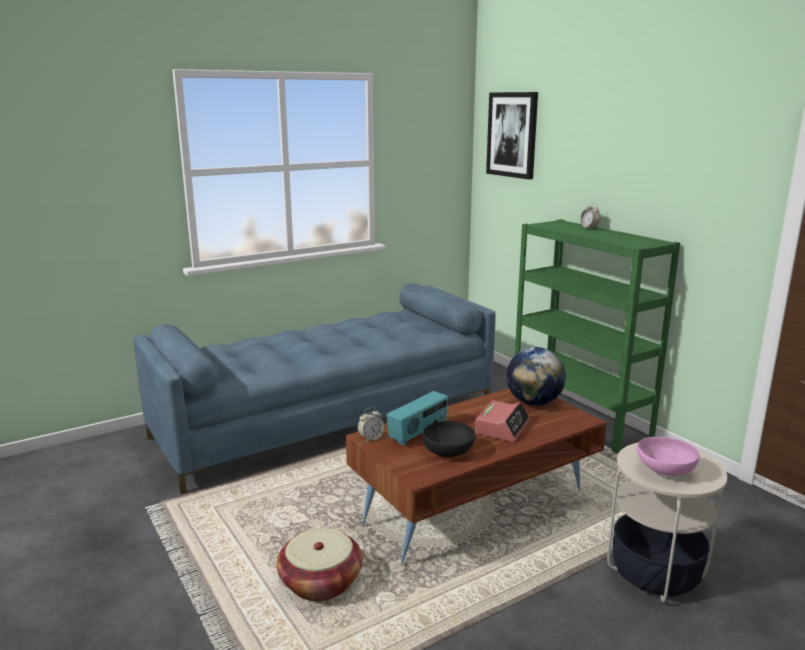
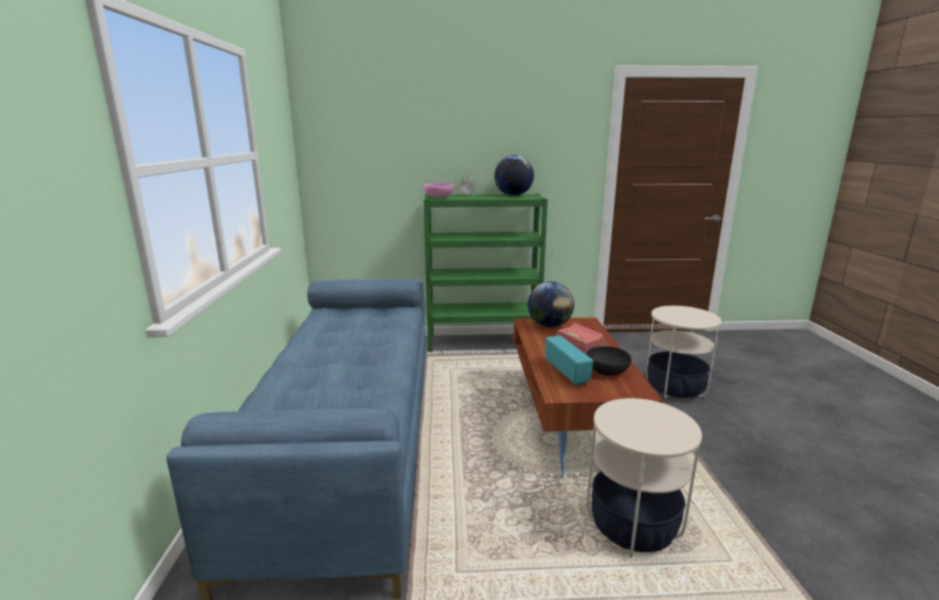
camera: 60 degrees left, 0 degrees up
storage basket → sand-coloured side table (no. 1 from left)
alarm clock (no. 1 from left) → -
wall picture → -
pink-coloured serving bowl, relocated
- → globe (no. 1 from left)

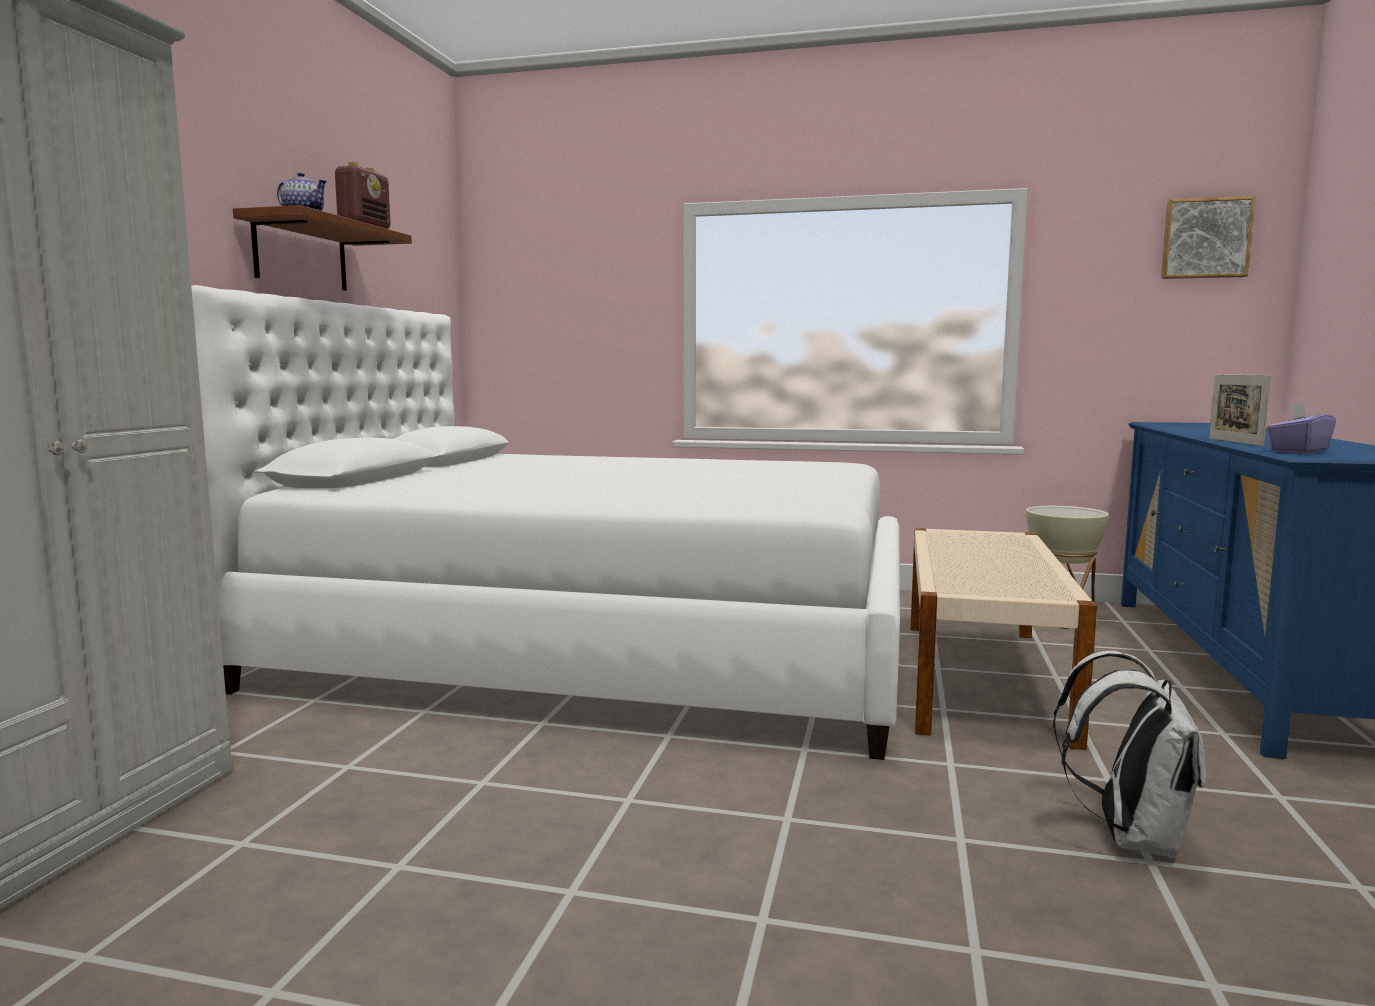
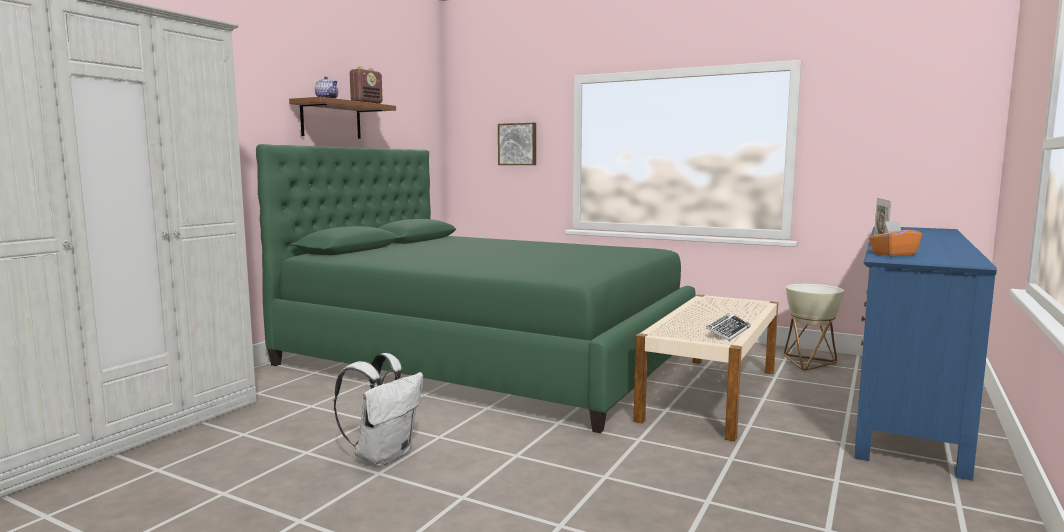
camera: 15 degrees right, 0 degrees up
whitish sleeping bed → green sleeping bed
whitish rucksack, relocated
wall picture, relocated
purple tissue holder → orangey tissue holder
- → PC keyboard

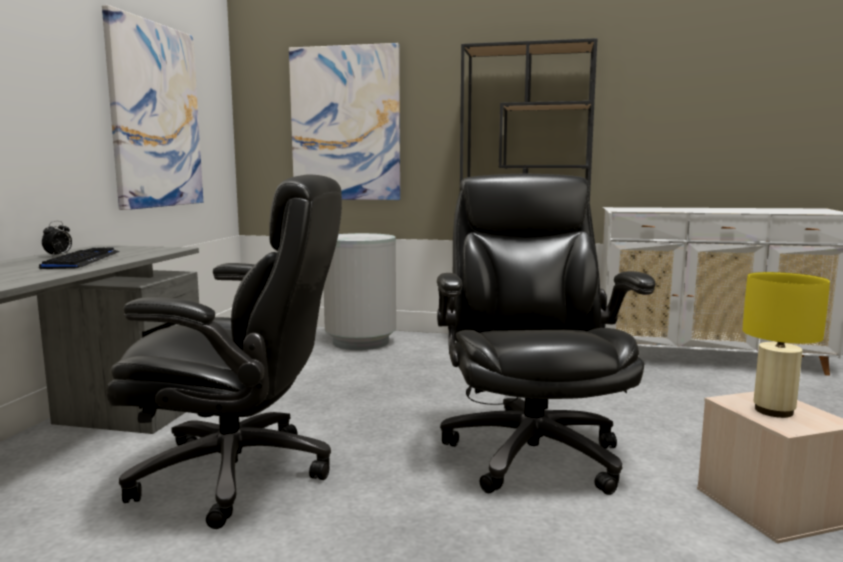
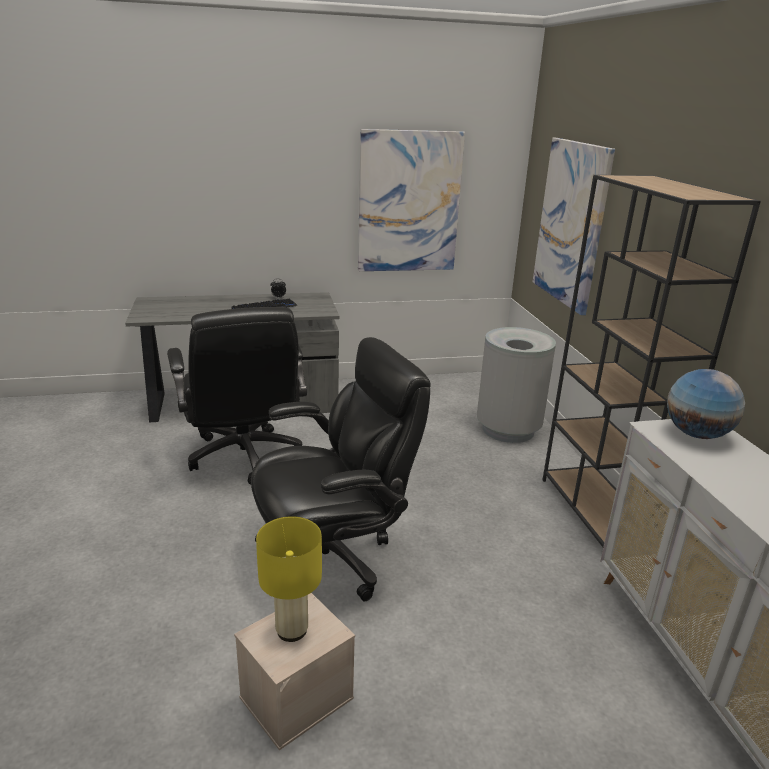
camera: 65 degrees right, 15 degrees up
- → globe

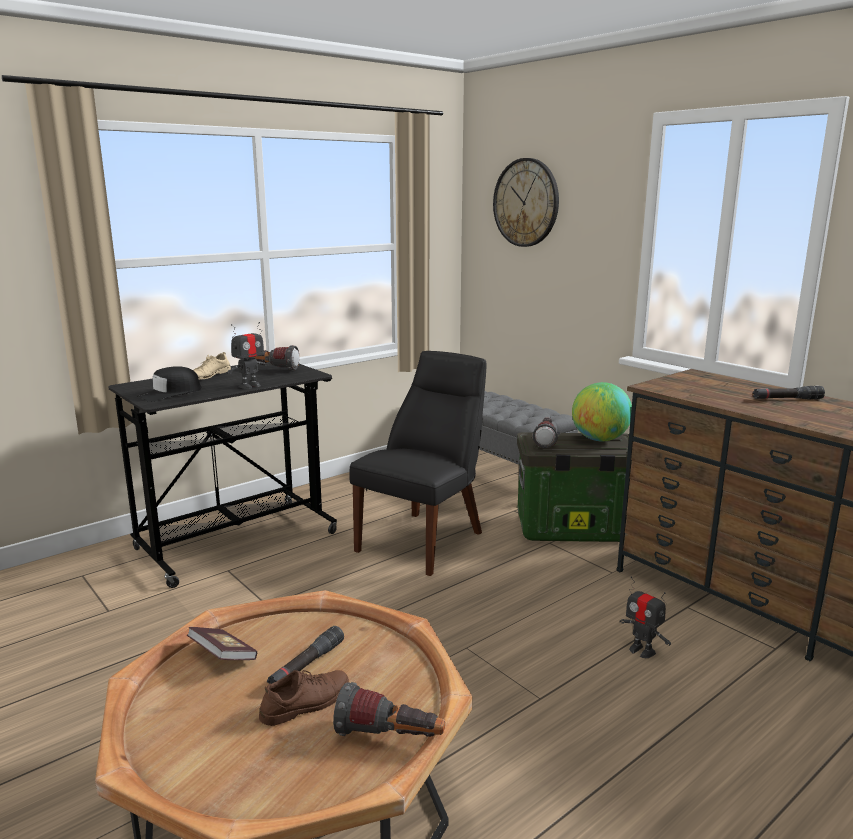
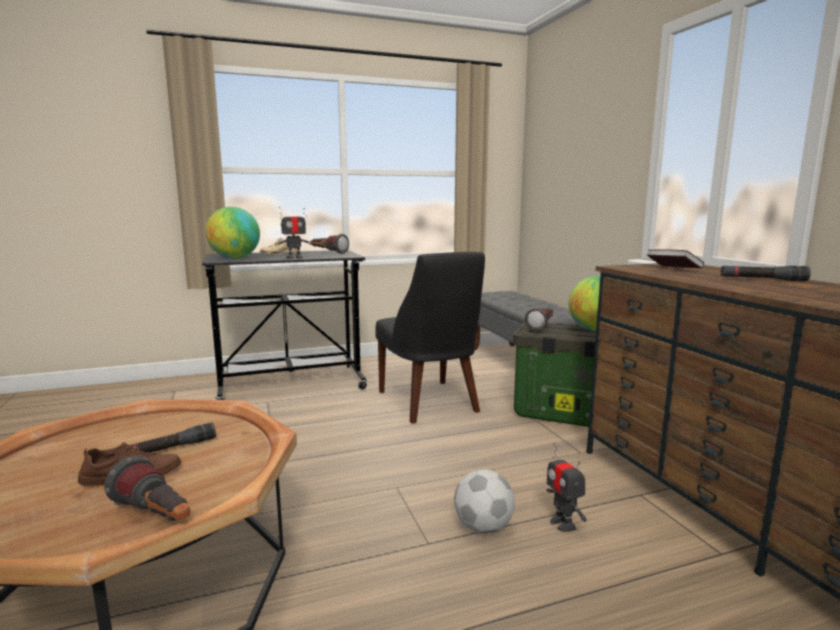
camera: 20 degrees right, 5 degrees down
black baseball cap → globe (no. 1 from left)
bound book, relocated
black chair, 105 degrees clockwise
hanging clock → -
- → football ball

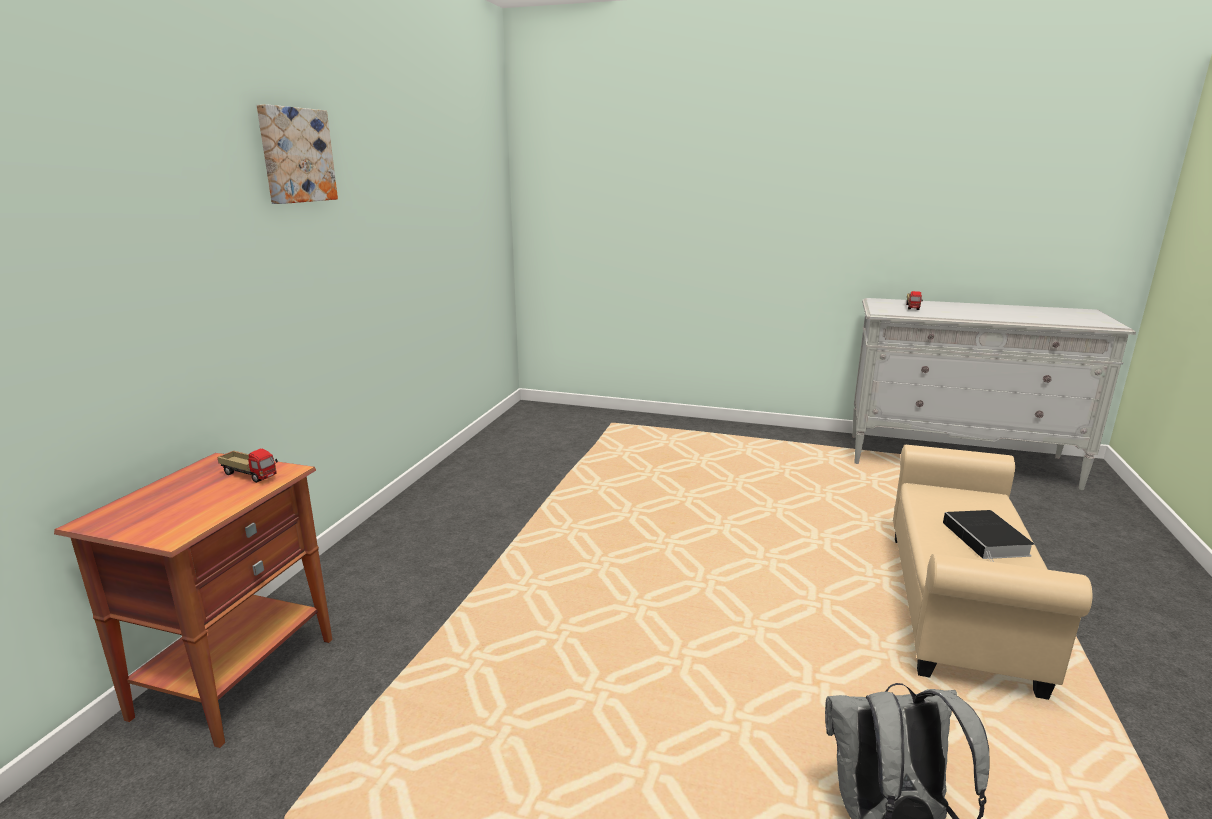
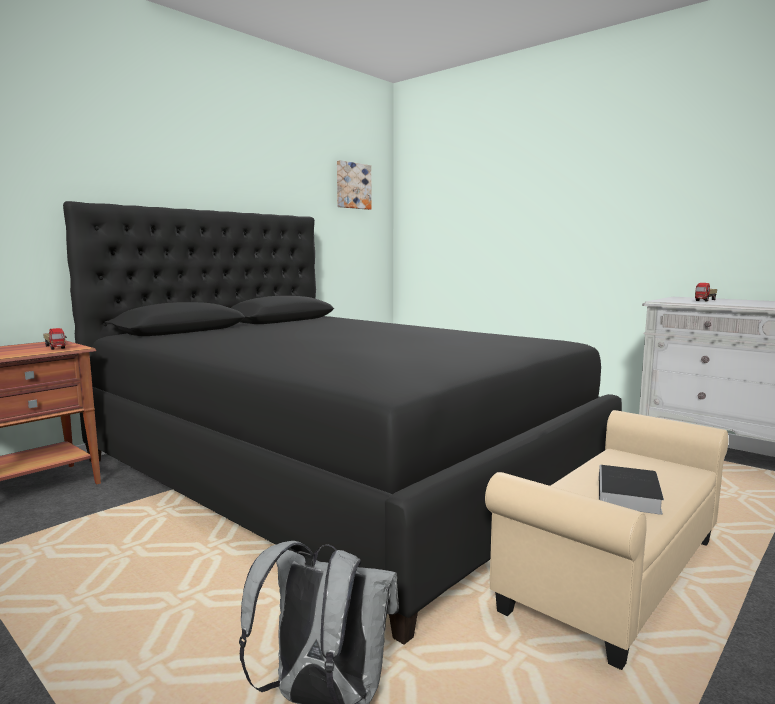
camera: 25 degrees right, 10 degrees down
wall picture, relocated
- → black sleeping bed

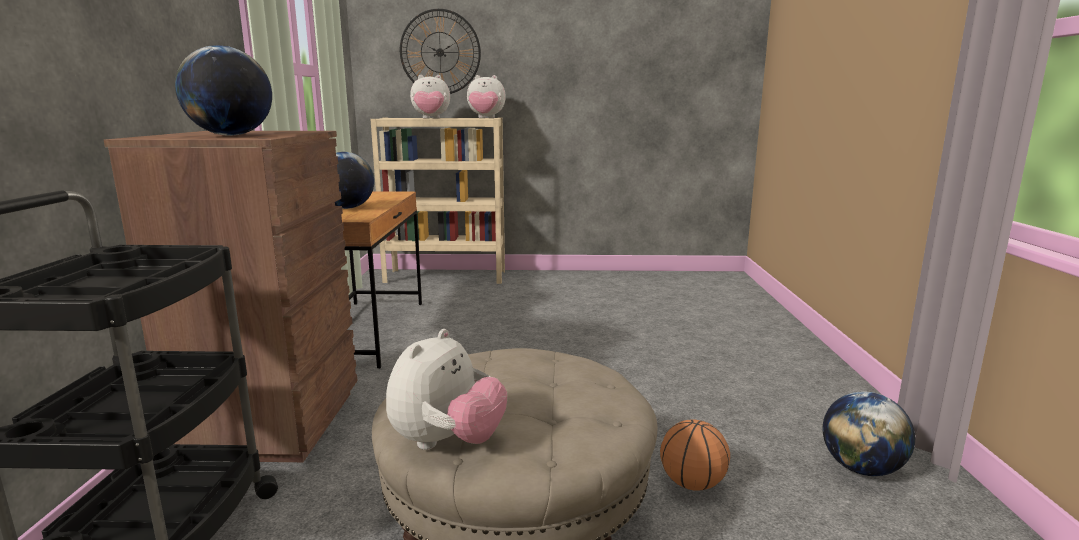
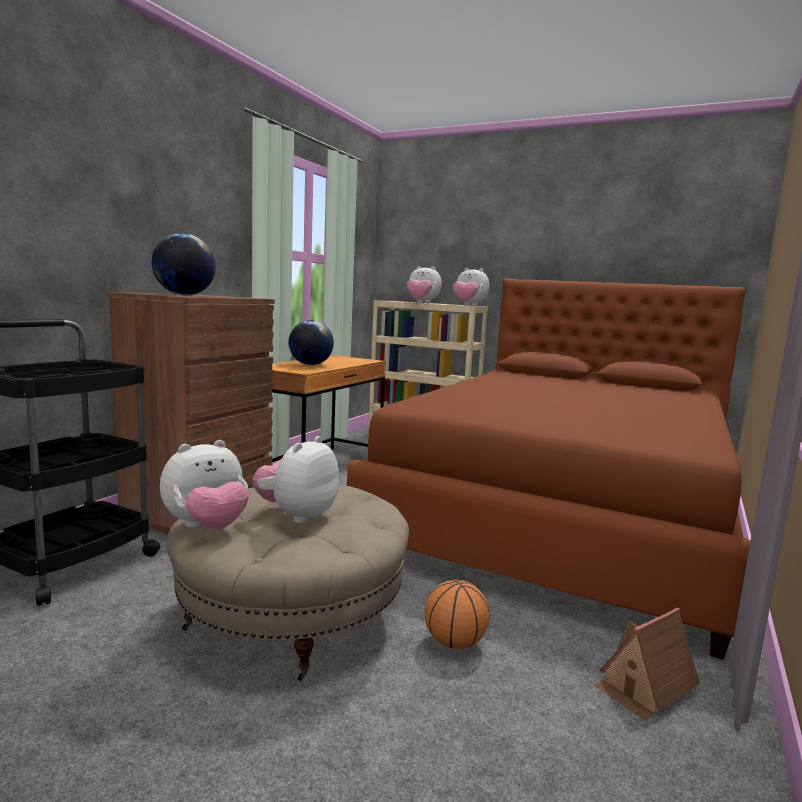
camera: 25 degrees right, 5 degrees down
hanging clock → -
globe (no. 3 from left) → toy house
- → plush toy (no. 2 from left)
- → brown sleeping bed

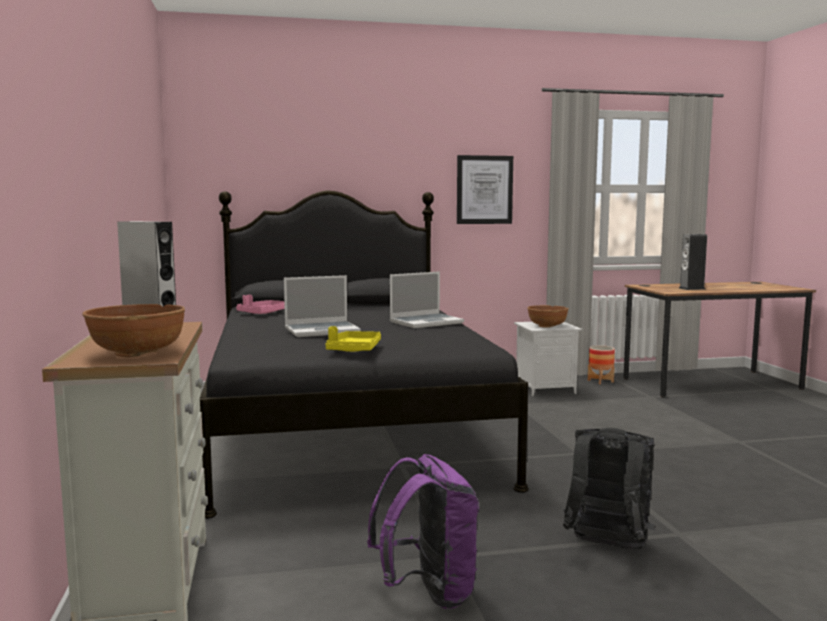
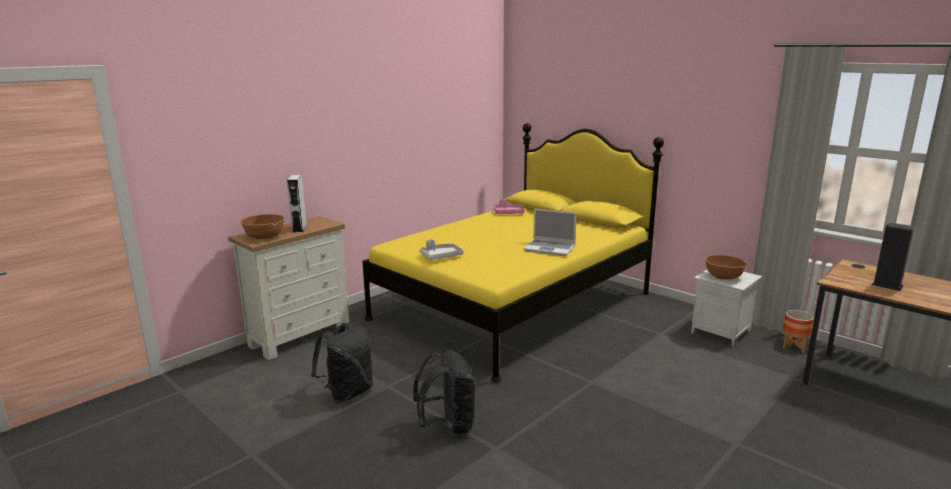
camera: 55 degrees right, 10 degrees up
black sleeping bed → yellow sleeping bed
notebook computer (no. 1 from left) → -
yellow carrying tray → gray carrying tray
purple rucksack → black rucksack (no. 1 from left)
wall picture → -

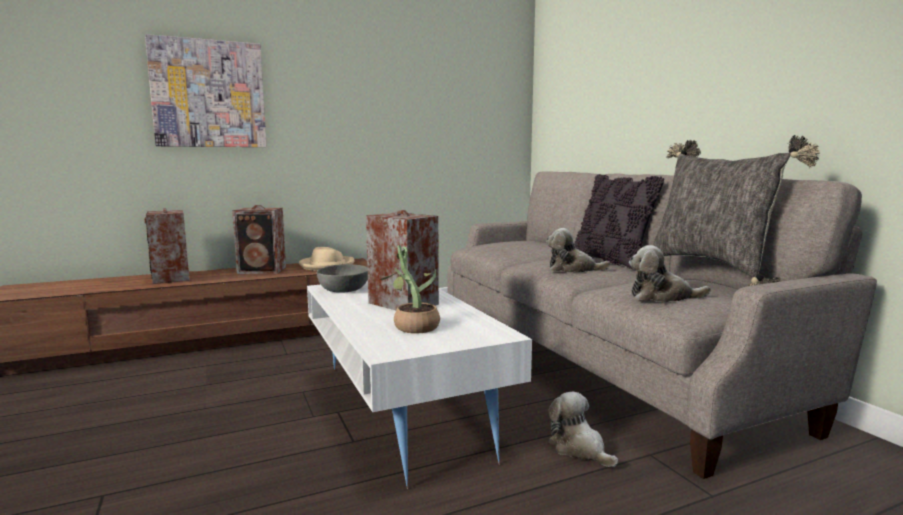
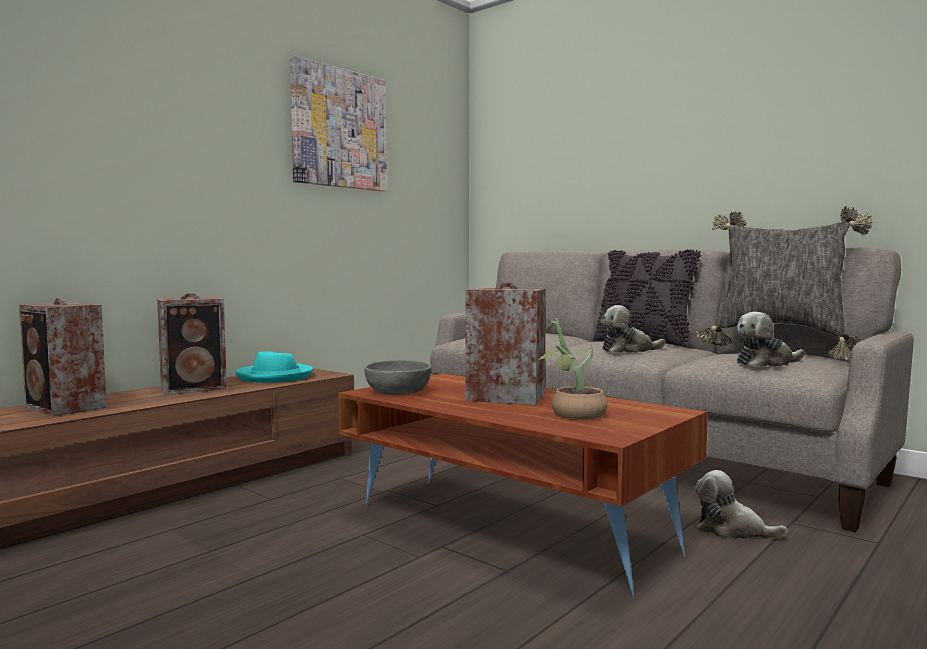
camera: 25 degrees left, 5 degrees down
wall picture, relocated
sand-coloured clothing hat → blue-green clothing hat
whitish coffee table → brown coffee table

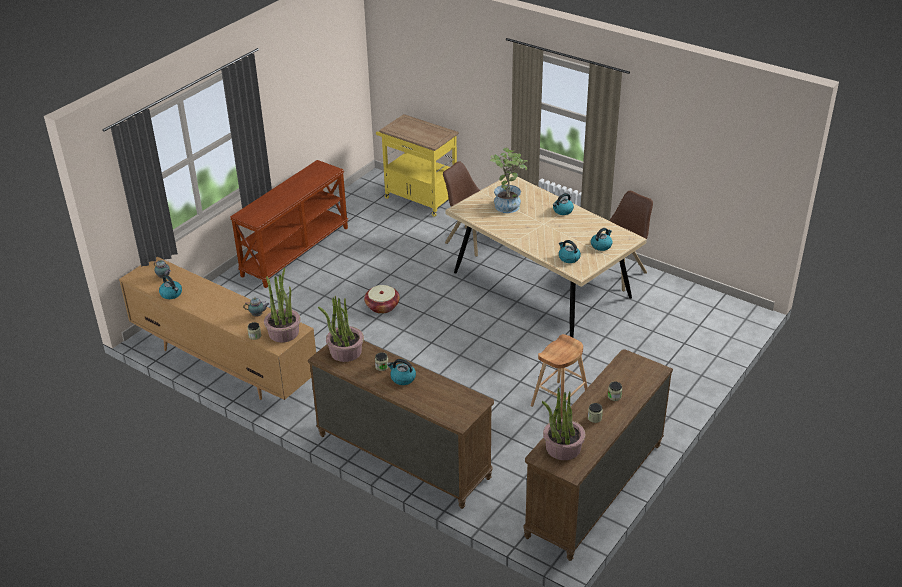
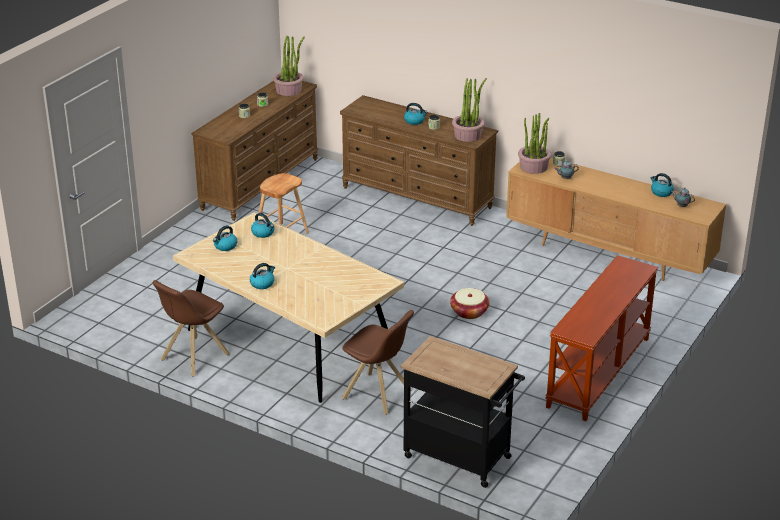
camera: 175 degrees right, 5 degrees down
yellow cart → black cart
potted plant (no. 3 from left) → -

